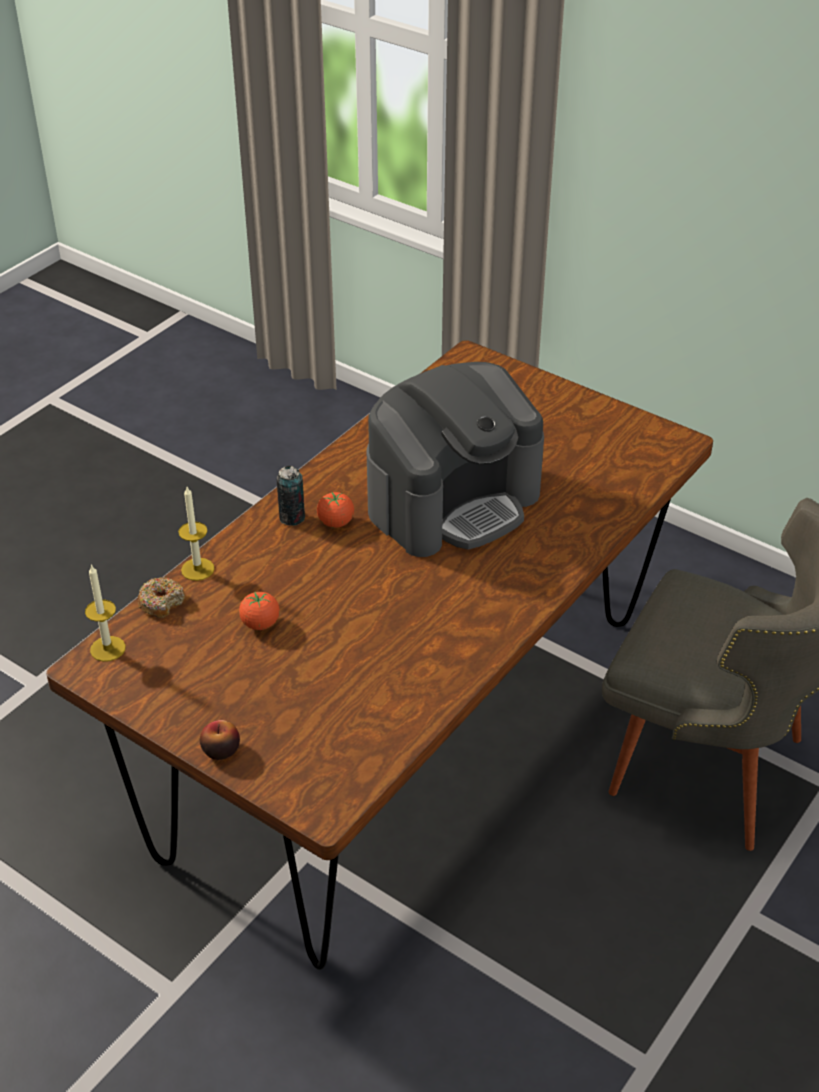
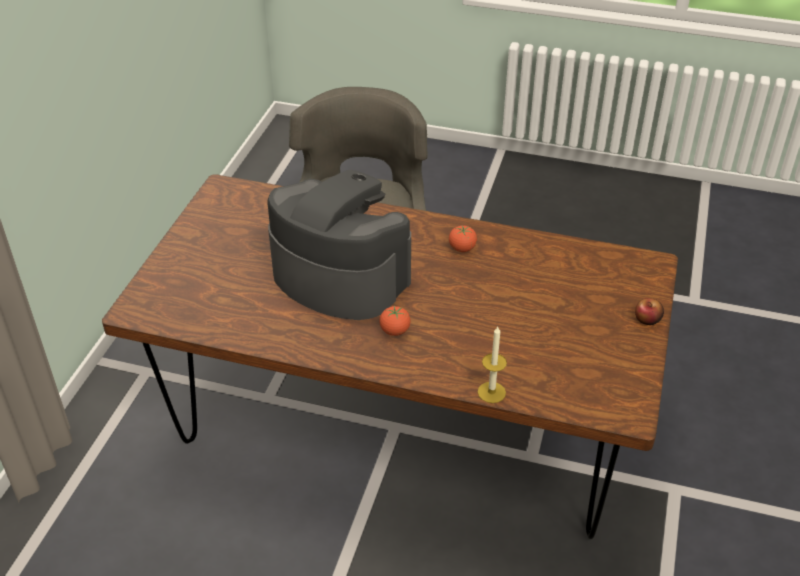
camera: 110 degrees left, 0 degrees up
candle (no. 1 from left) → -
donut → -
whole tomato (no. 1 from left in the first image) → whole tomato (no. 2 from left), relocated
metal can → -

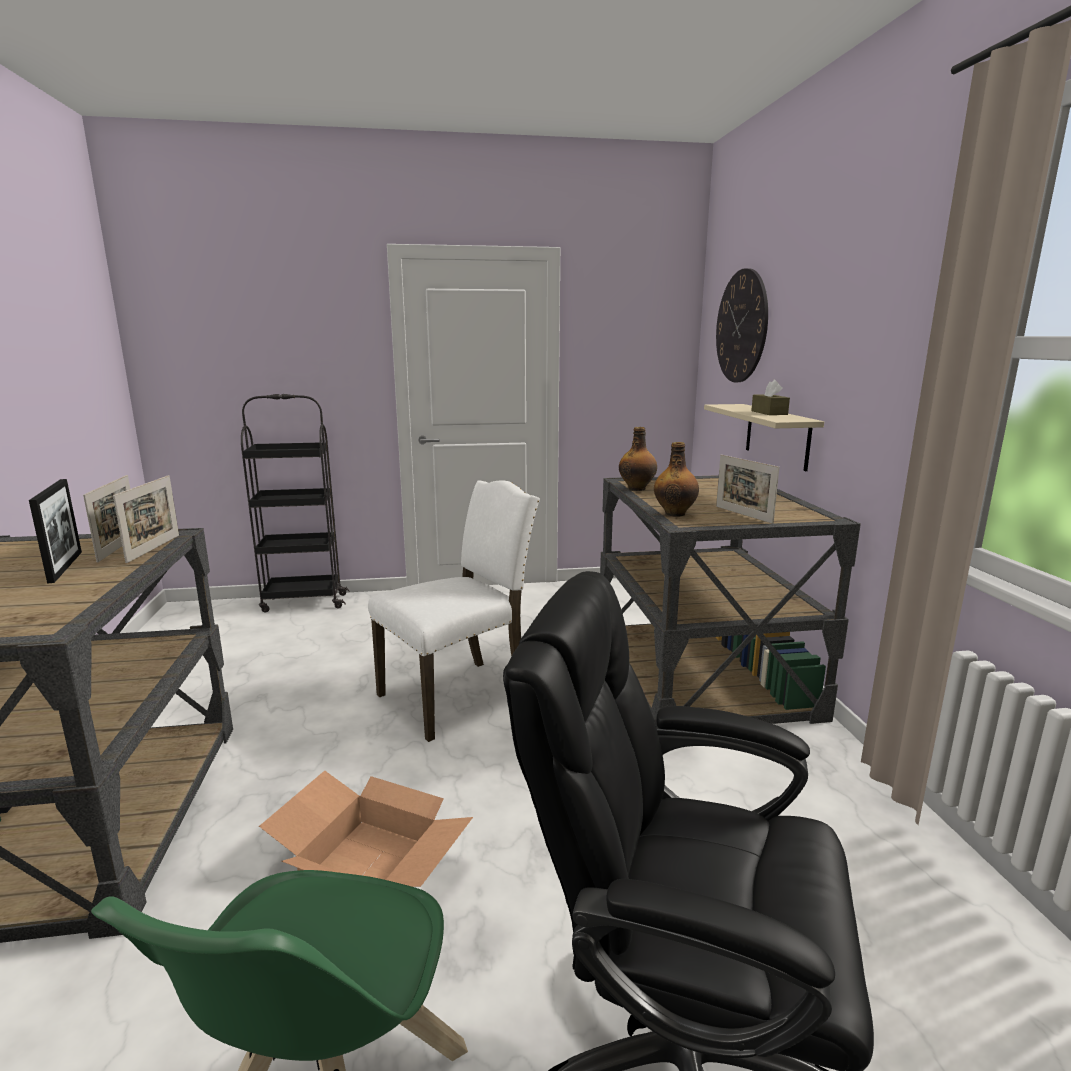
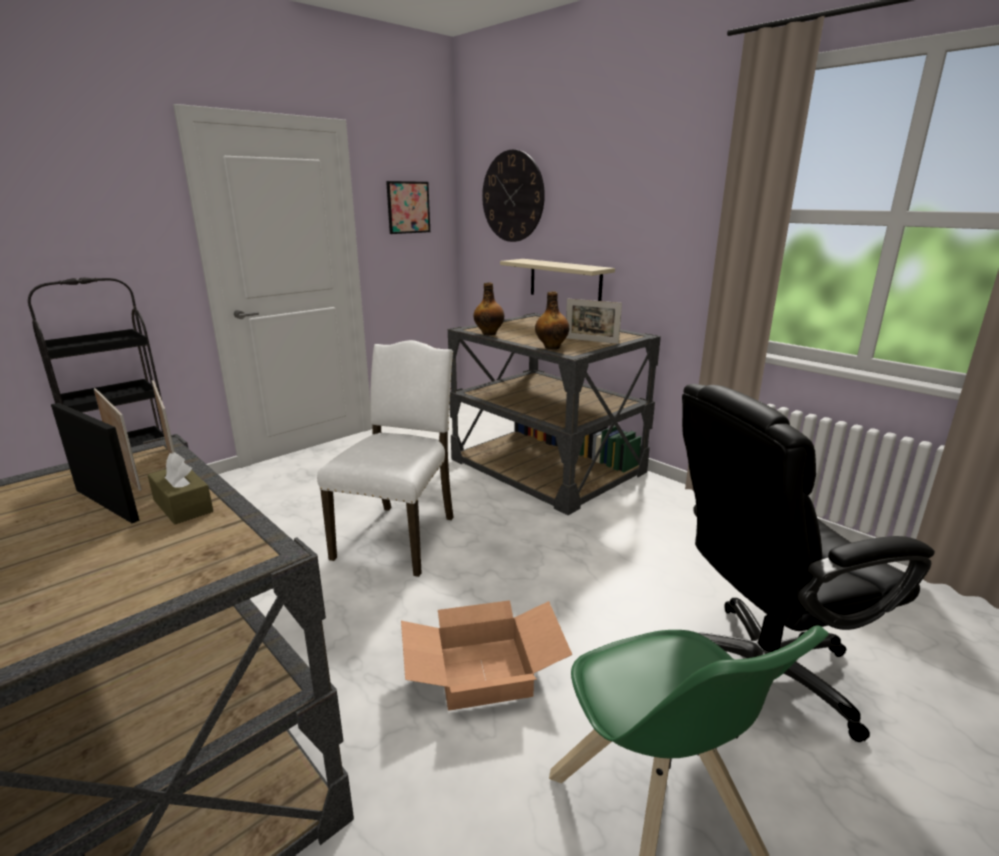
camera: 35 degrees left, 5 degrees up
brown tissue holder, relocated
- → wall picture

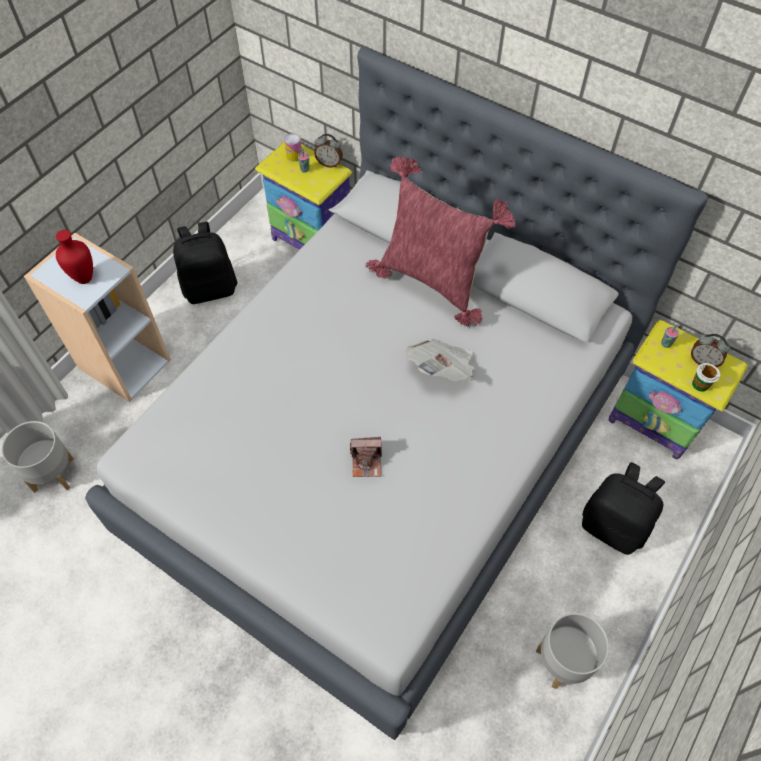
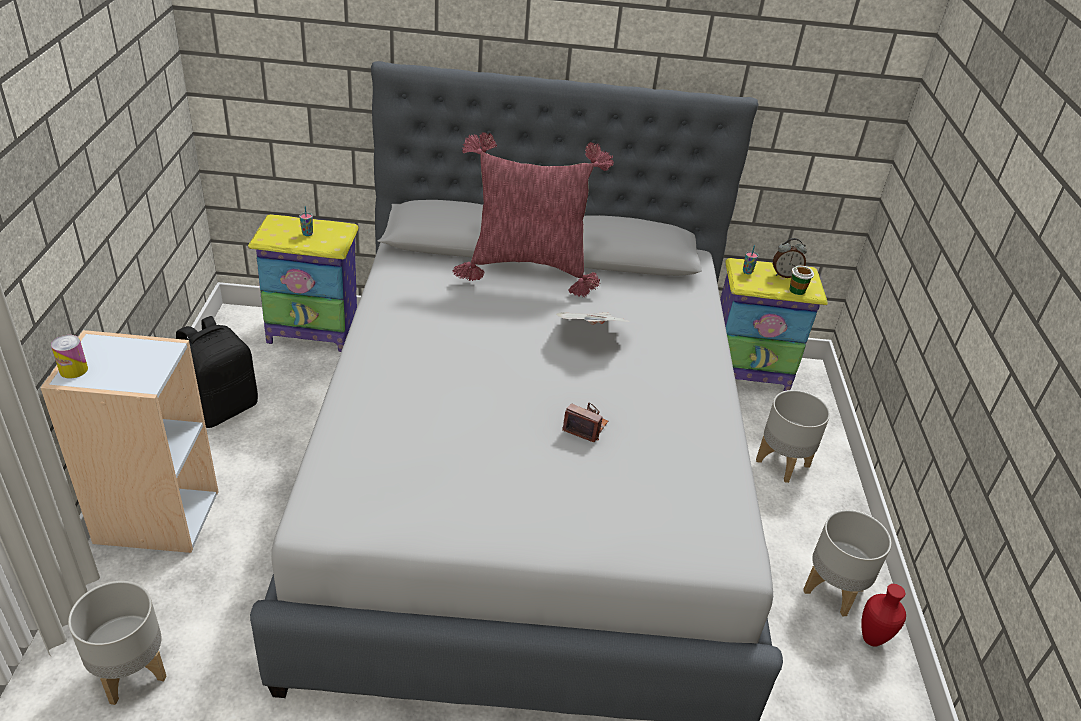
camera: 35 degrees left, 20 degrees down
reddish decorative vase, relocated
metal can, relocated
alarm clock (no. 1 from left) → -
still camera, 120 degrees counterclockwise
black rucksack (no. 2 from left) → gray flower pot (no. 2 from left)

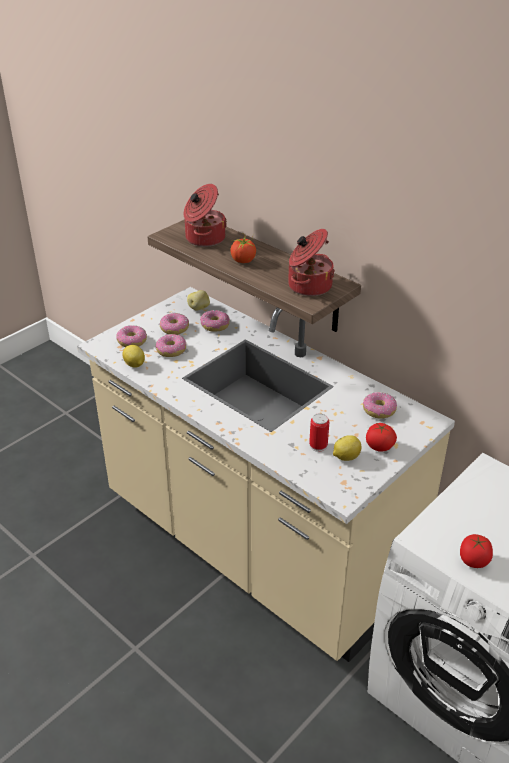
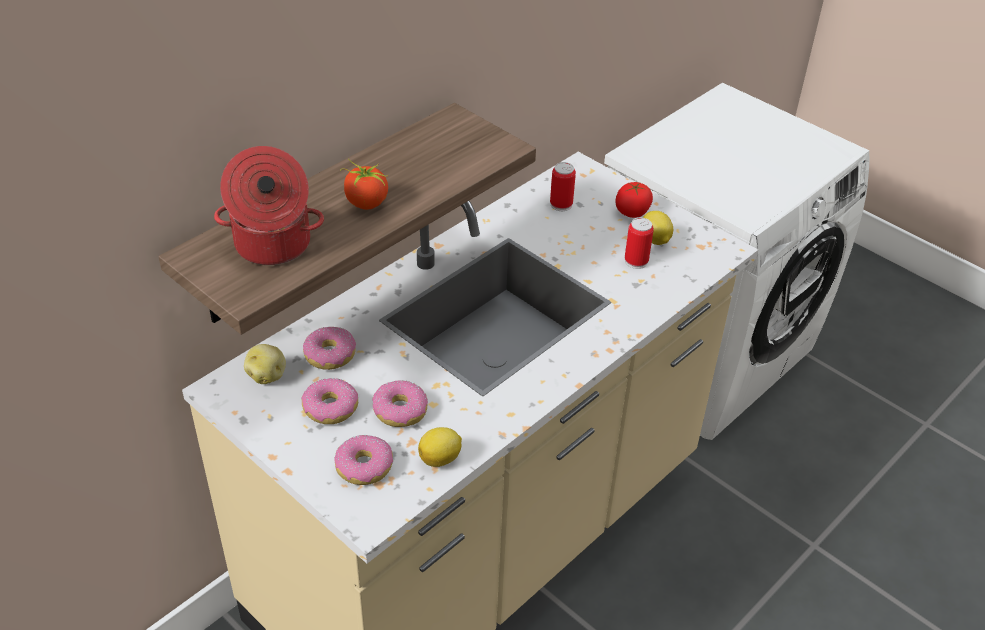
camera: 90 degrees left, 5 degrees up
cooking pot (no. 2 from left) → -
donut (no. 5 from left) → metal can (no. 1 from left)
whole tomato (no. 3 from left) → -

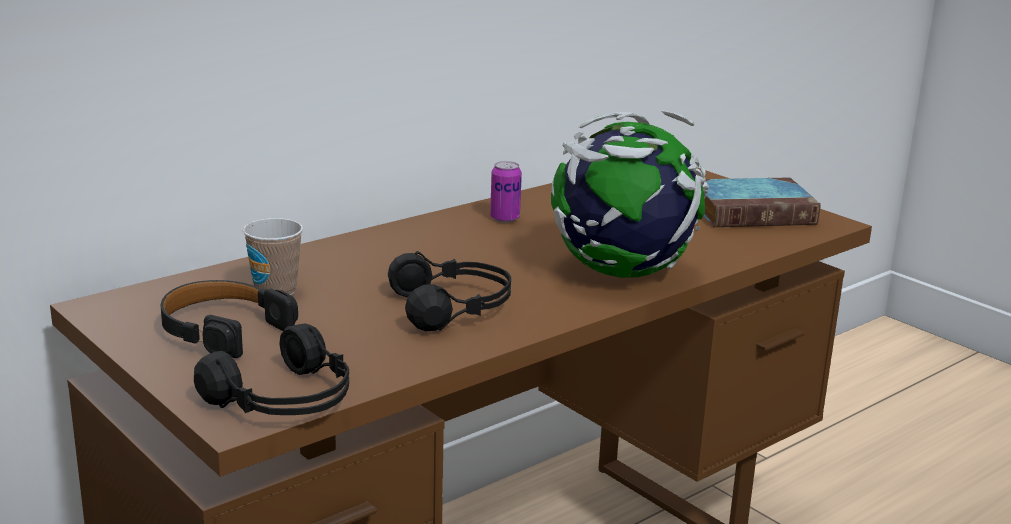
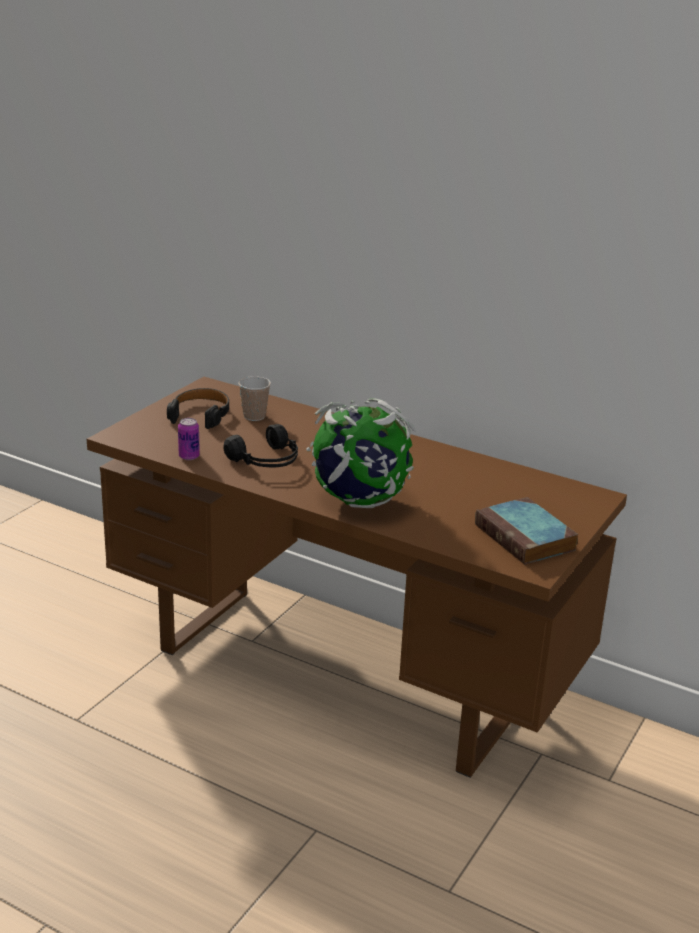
camera: 70 degrees right, 5 degrees up
black pair of headphones (no. 2 from left) → -
metal can, relocated

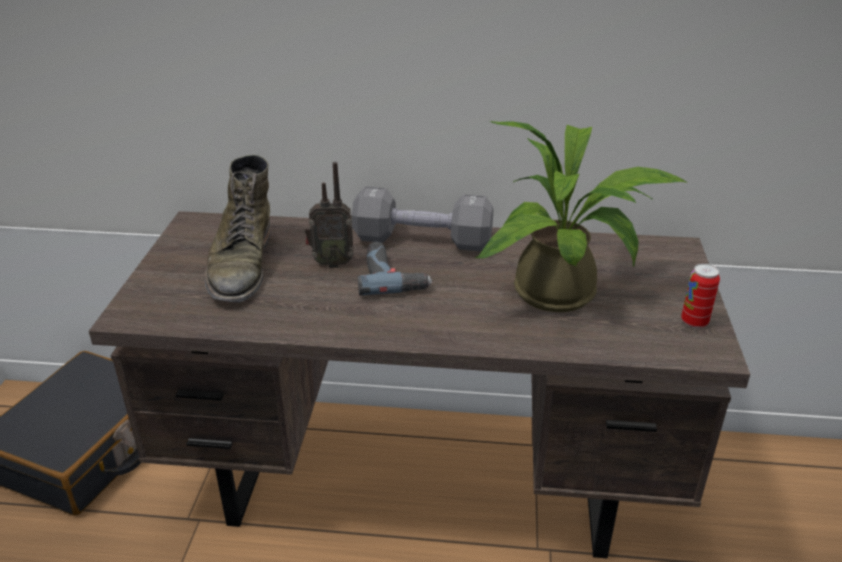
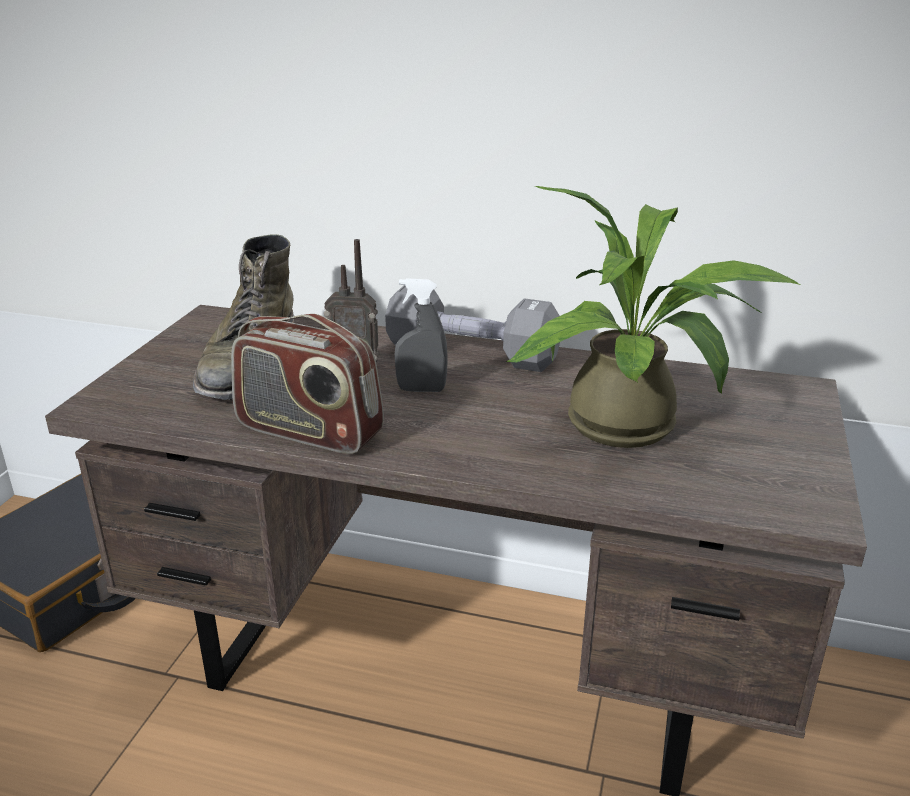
camera: 10 degrees right, 5 degrees down
drill → gray hand sprayer
metal can → -
- → radio receiver (no. 1 from left)

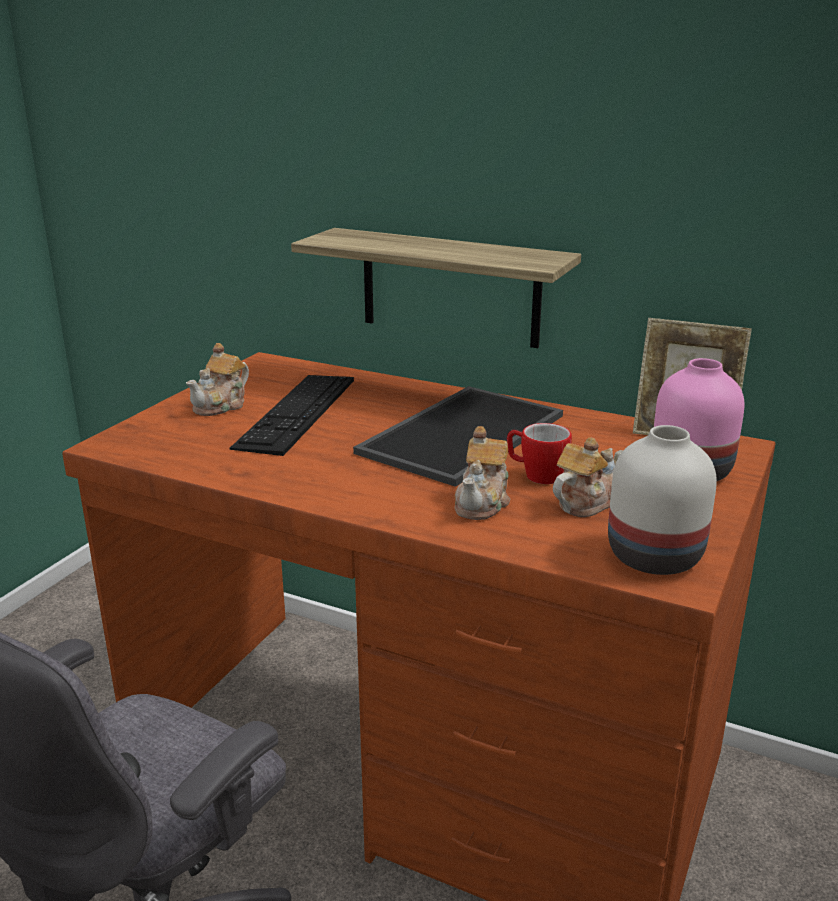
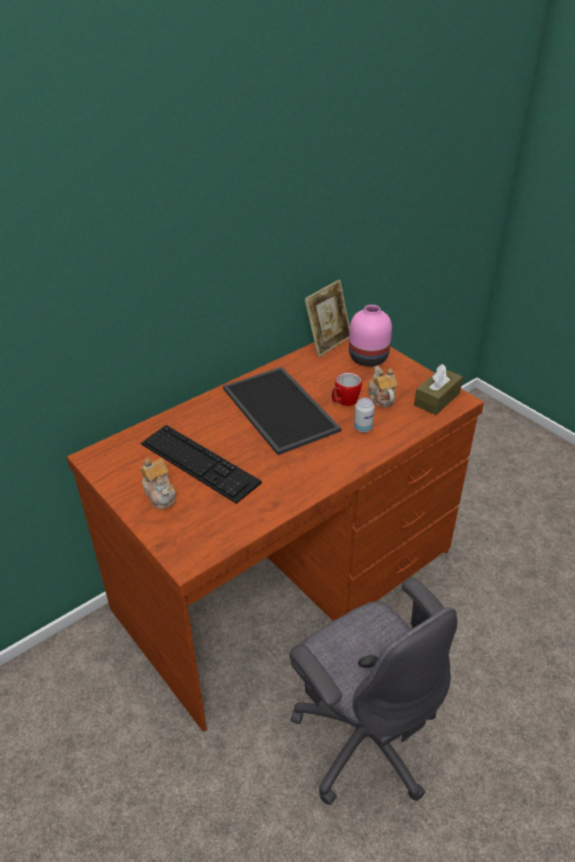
camera: 65 degrees left, 15 degrees up
shelf → -
pot for tea (no. 2 from left) → metal can
whitish decorative vase → brown tissue holder

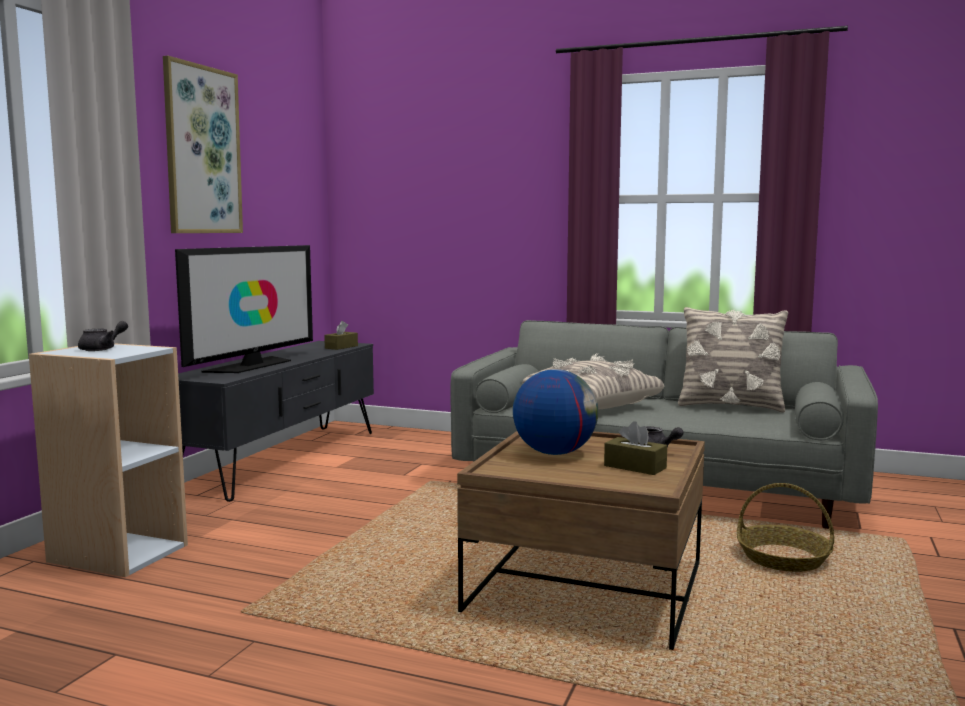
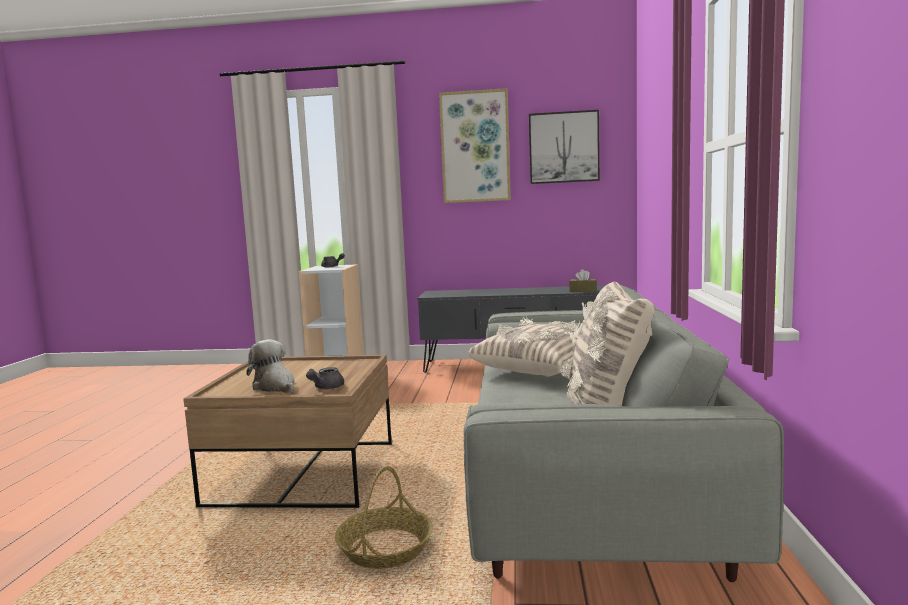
camera: 75 degrees right, 0 degrees up
TV → -
globe → -
brown tissue holder (no. 2 from left) → plush toy
- → wall picture (no. 2 from left)

